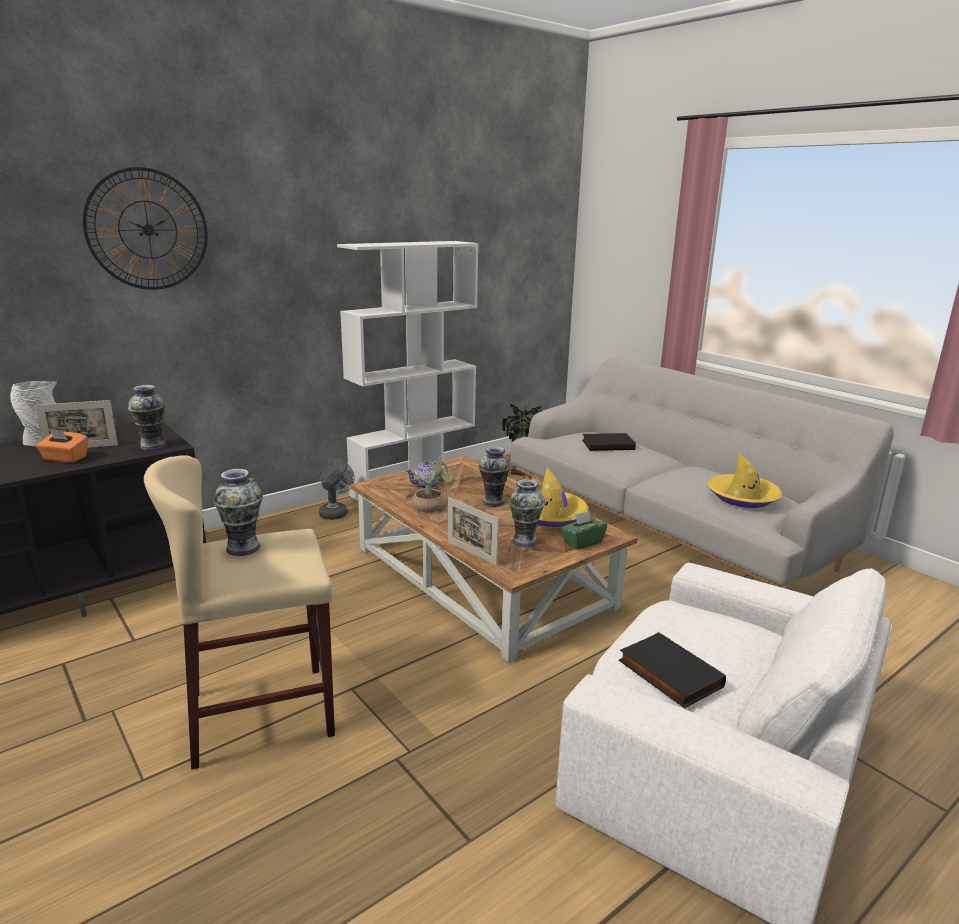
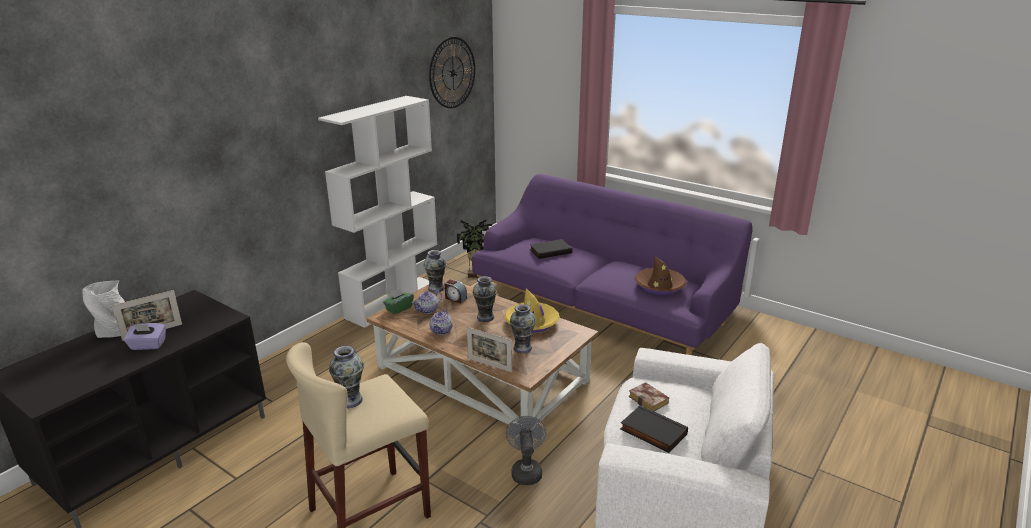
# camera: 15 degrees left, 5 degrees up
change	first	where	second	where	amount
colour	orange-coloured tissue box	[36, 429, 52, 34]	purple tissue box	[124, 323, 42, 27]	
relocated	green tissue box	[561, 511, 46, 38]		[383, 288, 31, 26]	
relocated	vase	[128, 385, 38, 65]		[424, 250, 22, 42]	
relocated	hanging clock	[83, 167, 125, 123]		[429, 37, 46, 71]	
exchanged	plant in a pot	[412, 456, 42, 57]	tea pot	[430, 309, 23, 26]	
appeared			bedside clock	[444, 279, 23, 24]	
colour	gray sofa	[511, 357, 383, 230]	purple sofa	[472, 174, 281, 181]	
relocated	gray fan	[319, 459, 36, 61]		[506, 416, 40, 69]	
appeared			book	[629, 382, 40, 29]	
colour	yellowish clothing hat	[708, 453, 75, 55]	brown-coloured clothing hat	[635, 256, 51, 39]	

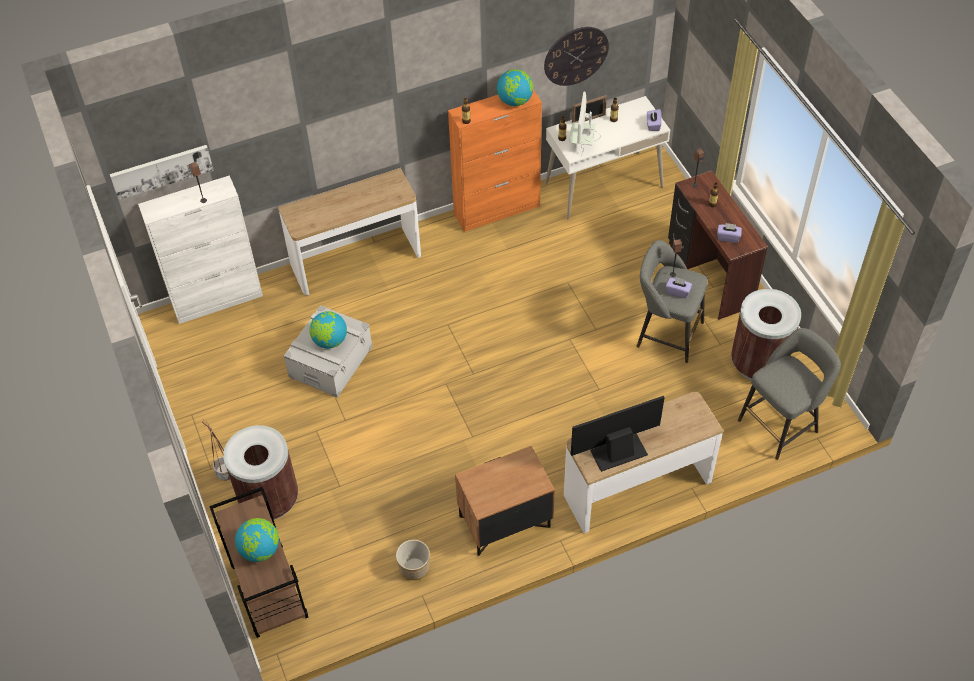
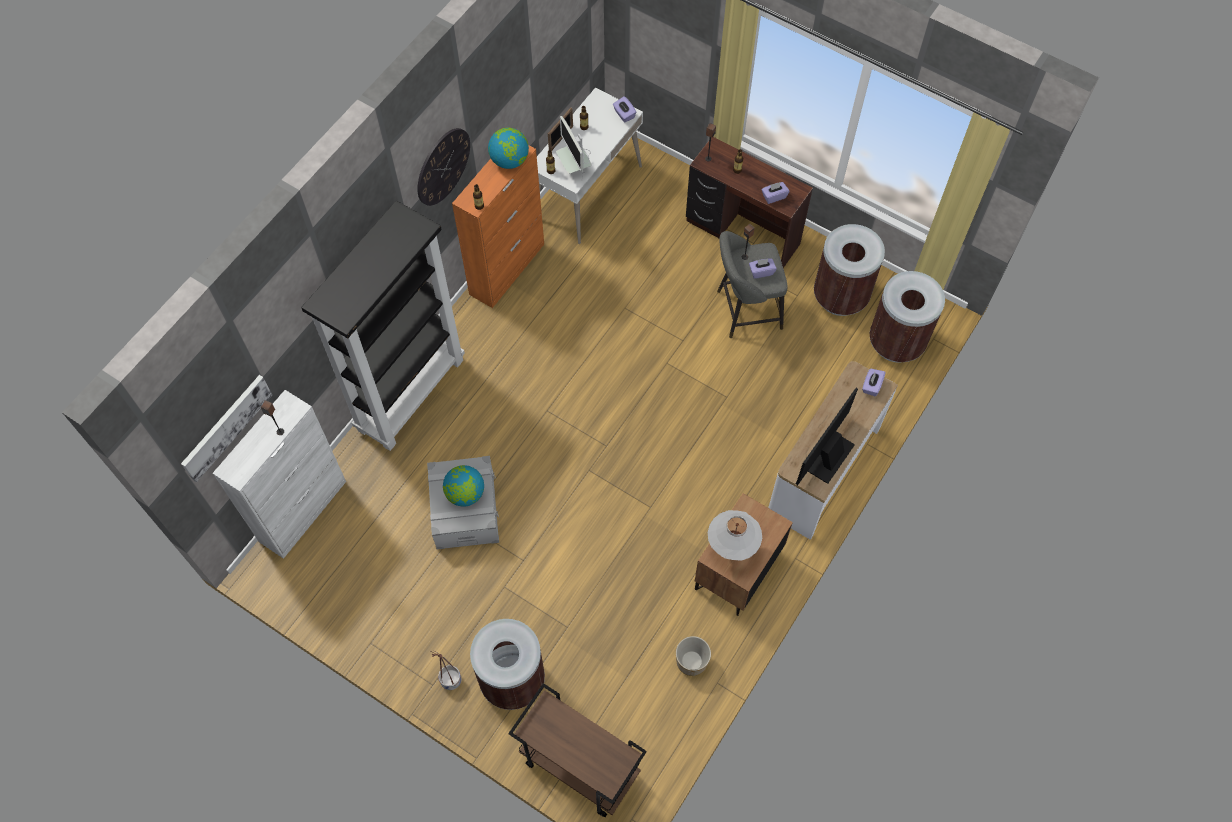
# camera: 35 degrees left, 10 degrees up
change	first	where	second	where	amount
exchanged	narrow table	[278, 168, 143, 127]	black-coloured bookshelf	[301, 200, 164, 251]	
relocated	hanging clock	[544, 27, 65, 59]		[417, 128, 53, 78]	
appeared			white table lamp	[708, 510, 54, 51]	
appeared			purple tissue box	[862, 368, 24, 28]	
exchanged	gray stool	[738, 328, 103, 132]	brown-coloured trash can	[870, 271, 75, 92]	
missing	world globe	[235, 518, 44, 44]			

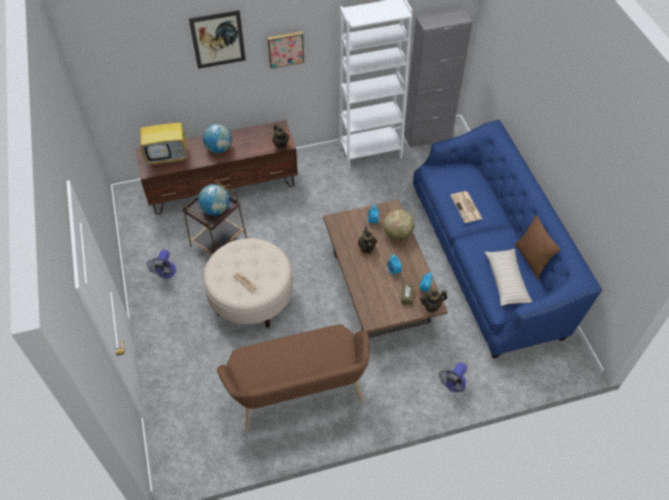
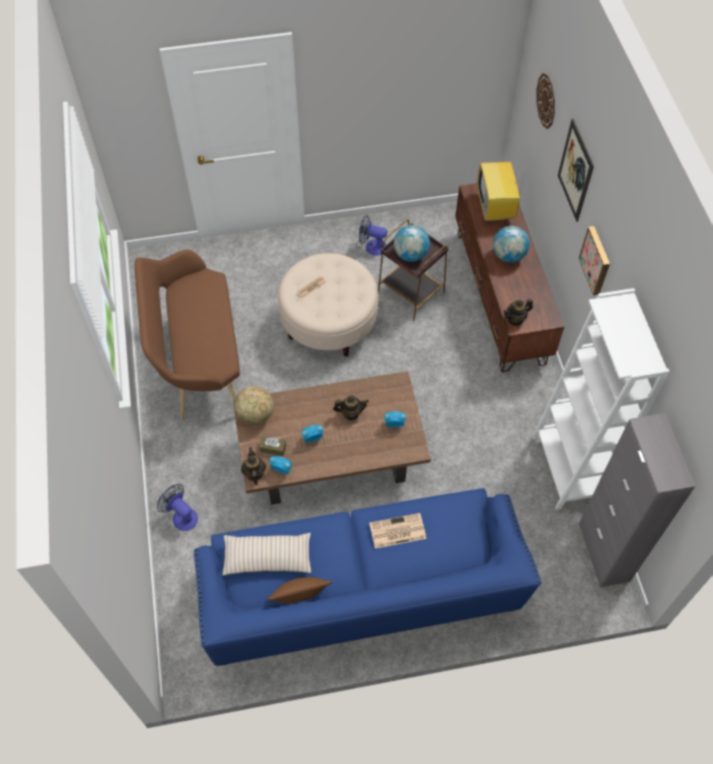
# camera: 95 degrees right, 5 degrees up
change	first	where	second	where	amount
relocated	world globe	[383, 209, 31, 31]		[234, 386, 40, 40]	
appeared			hanging clock	[537, 73, 18, 56]	

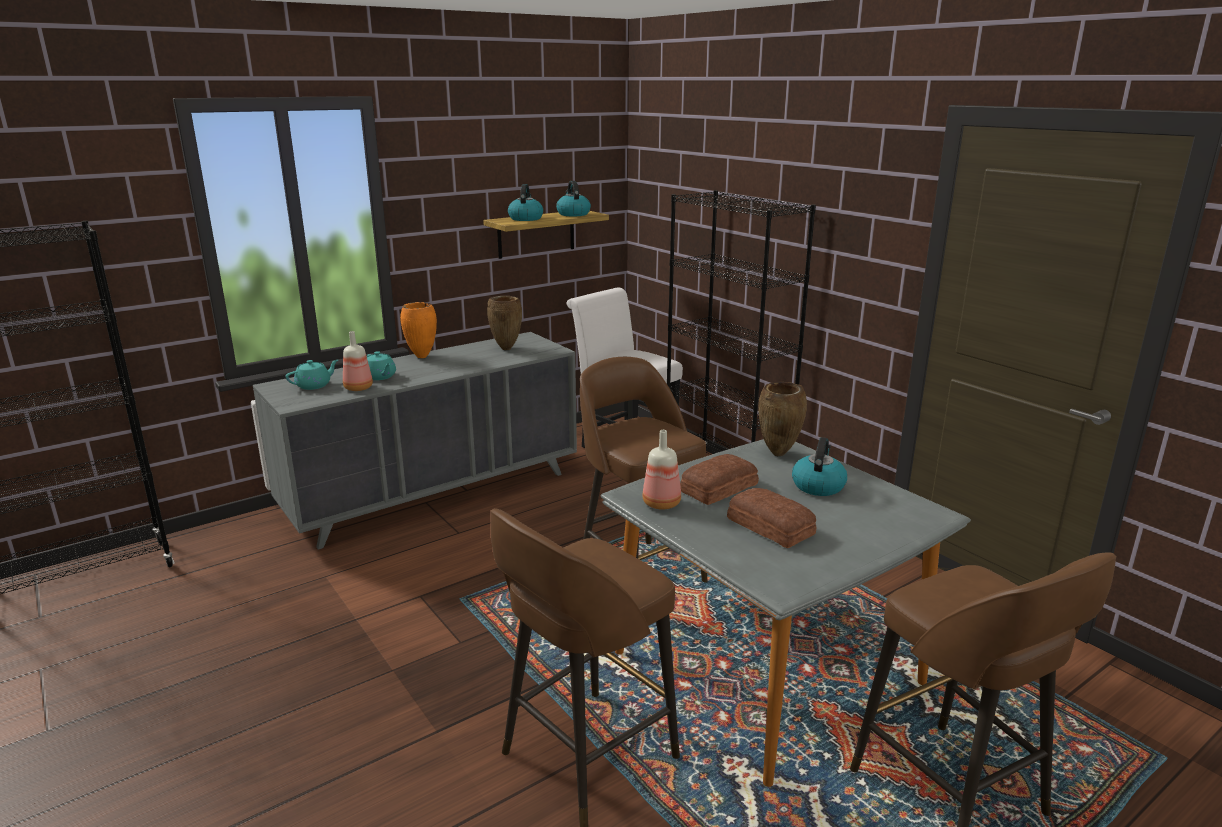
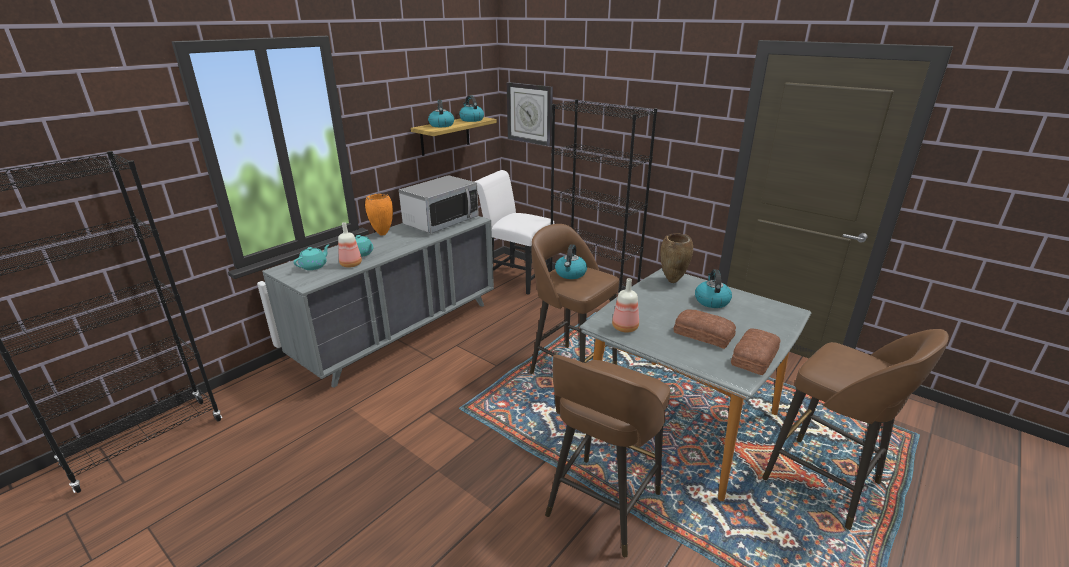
# camera: 15 degrees left, 5 degrees up
change	first	where	second	where	amount
exchanged	brown-coloured vase	[487, 296, 35, 54]	microwave	[399, 175, 80, 58]	
appeared			hanging clock	[507, 82, 46, 64]	
appeared			kettle	[555, 244, 32, 35]	
relocated	bread	[680, 454, 79, 51]		[731, 328, 50, 47]	

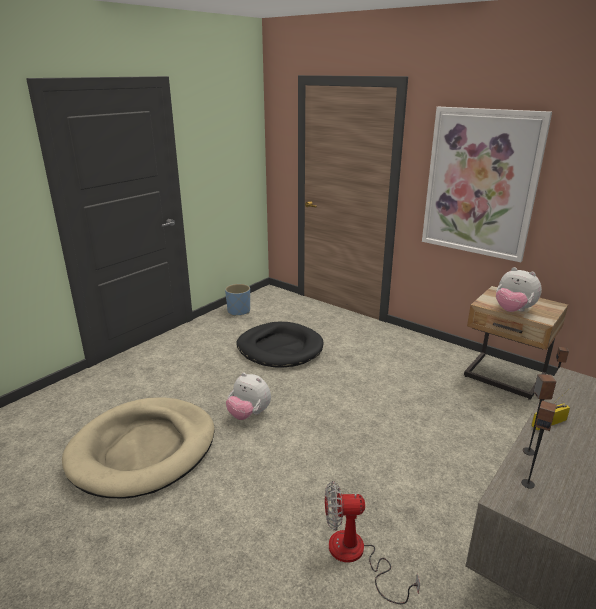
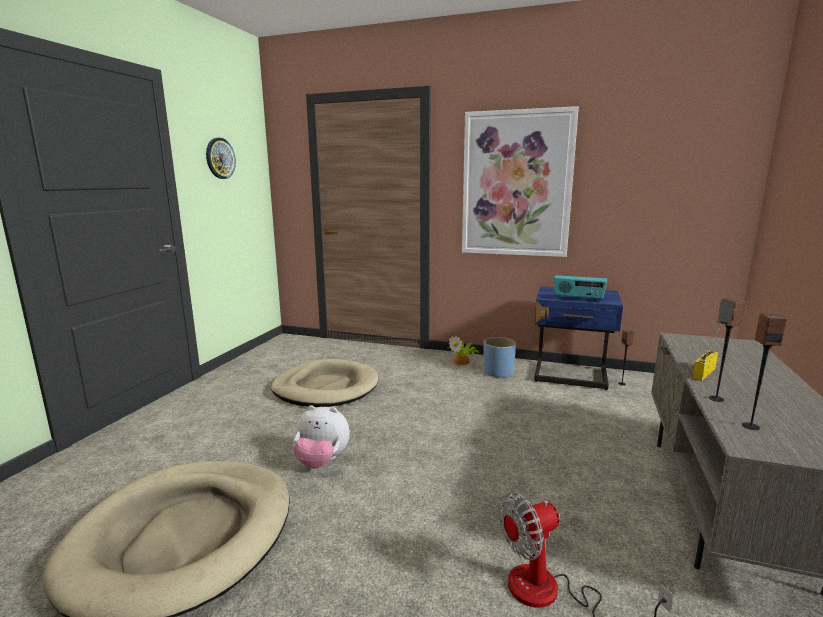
# camera: 20 degrees left, 10 degrees down
change	first	where	second	where	amount
appeared			hanging clock	[206, 138, 30, 41]	
colour	black-coloured dog cushion	[236, 322, 88, 46]	beige dog cushion	[271, 359, 107, 48]	
appeared			plant in a pot	[448, 336, 31, 29]	
relocated	blue-coloured flower pot	[225, 284, 25, 32]		[484, 337, 32, 41]	
colour	beige nightstand	[464, 286, 104, 114]	blue-coloured nightstand	[534, 286, 89, 104]	
exchanged	cuddly toy	[496, 267, 46, 45]	radio receiver	[554, 275, 53, 27]	

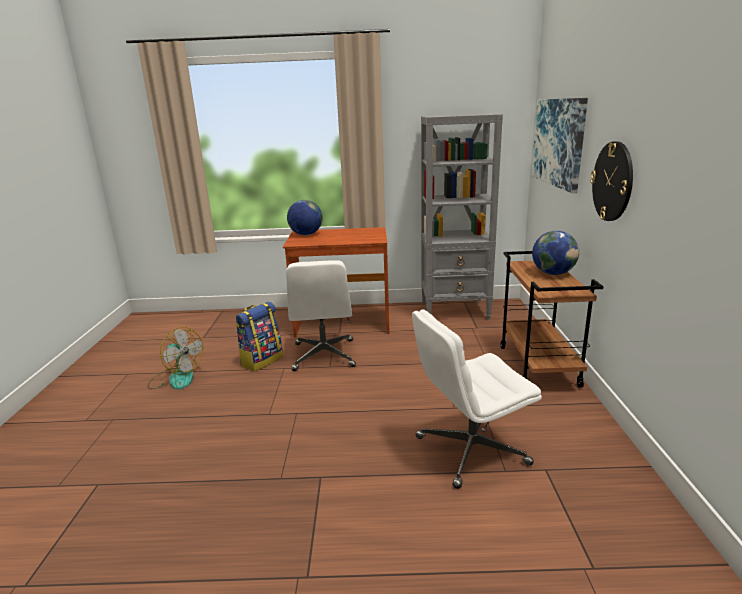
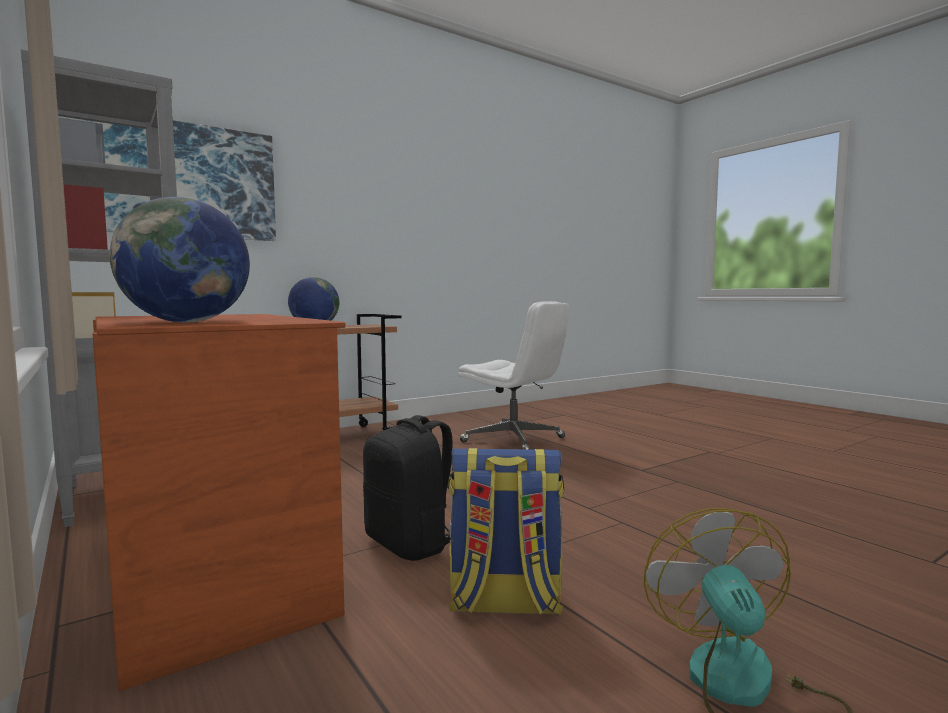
# camera: 125 degrees left, 15 degrees down
change	first	where	second	where	amount
exchanged	white computer chair	[286, 261, 70, 110]	black-coloured backpack	[363, 415, 90, 146]	
missing	hanging clock	[590, 141, 43, 80]			

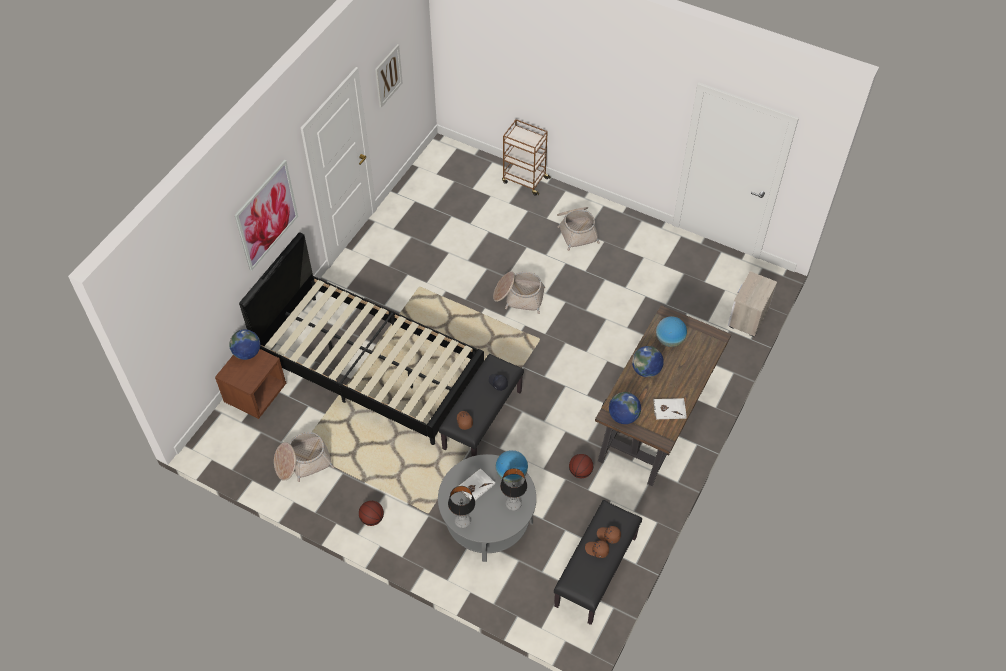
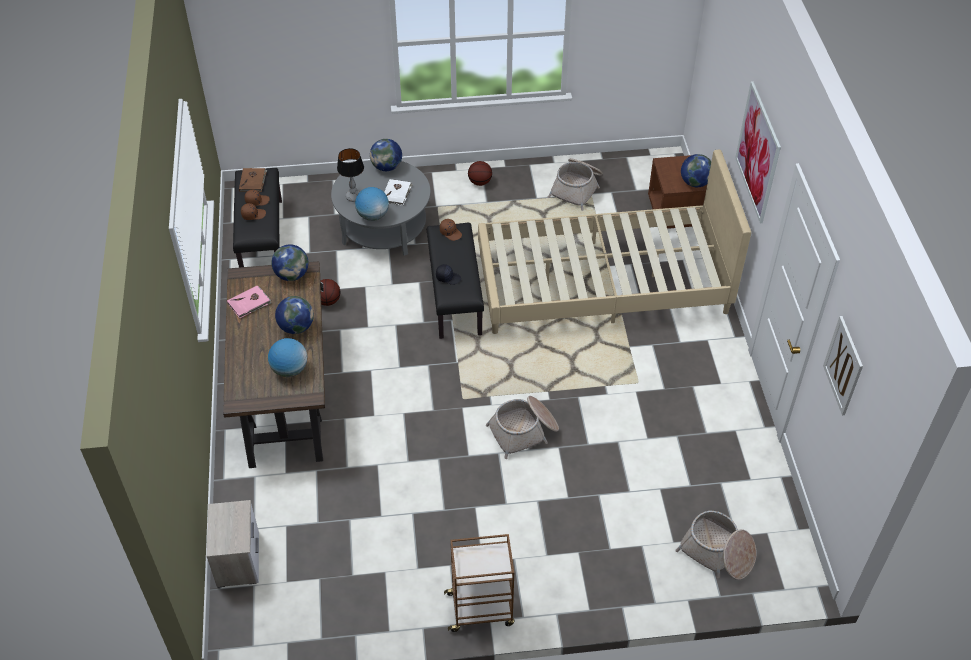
# camera: 145 degrees right, 5 degrees down
change	first	where	second	where	amount
colour	white book	[653, 398, 34, 21]	pinkish book	[227, 286, 44, 32]	
appeared			brown-coloured book	[239, 168, 28, 24]	
exchanged	table lamp	[448, 486, 27, 42]	world globe	[370, 139, 32, 32]	
relocated	brown-coloured trolley	[502, 119, 49, 77]		[444, 534, 70, 98]	
colour	black-coloured sleeping bed	[239, 232, 245, 213]	beige sleeping bed	[478, 150, 273, 184]	
relocated	basket	[557, 207, 43, 44]		[675, 511, 82, 69]	

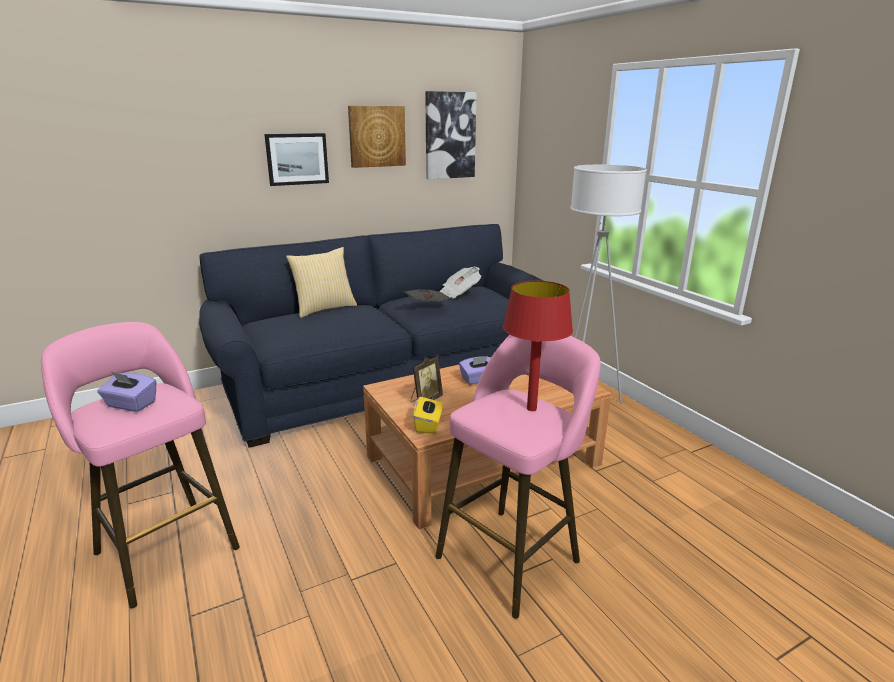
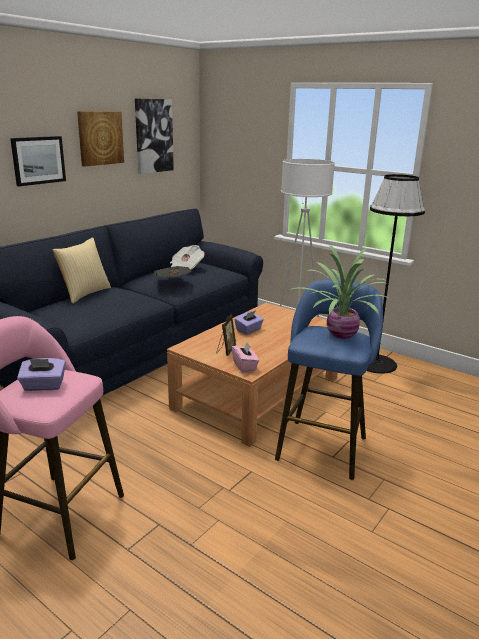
# camera: 25 degrees left, 0 degrees up
change	first	where	second	where	amount
colour	yellowish tissue box	[413, 395, 30, 39]	pinkish tissue box	[232, 342, 27, 30]	
colour	pinkish stool	[435, 335, 166, 284]	blue-coloured stool	[275, 279, 108, 201]	
exchanged	red table lamp	[503, 281, 70, 130]	plant in a pot	[290, 245, 99, 94]	
appeared			black-coloured standard lamp	[366, 174, 59, 200]	

